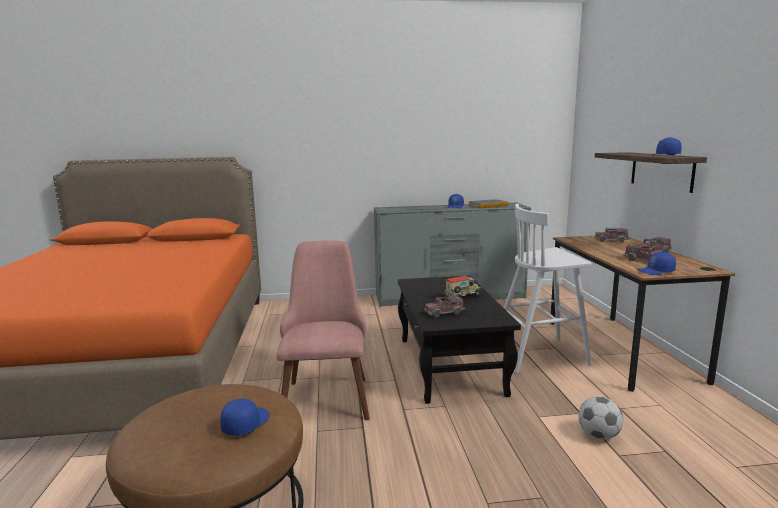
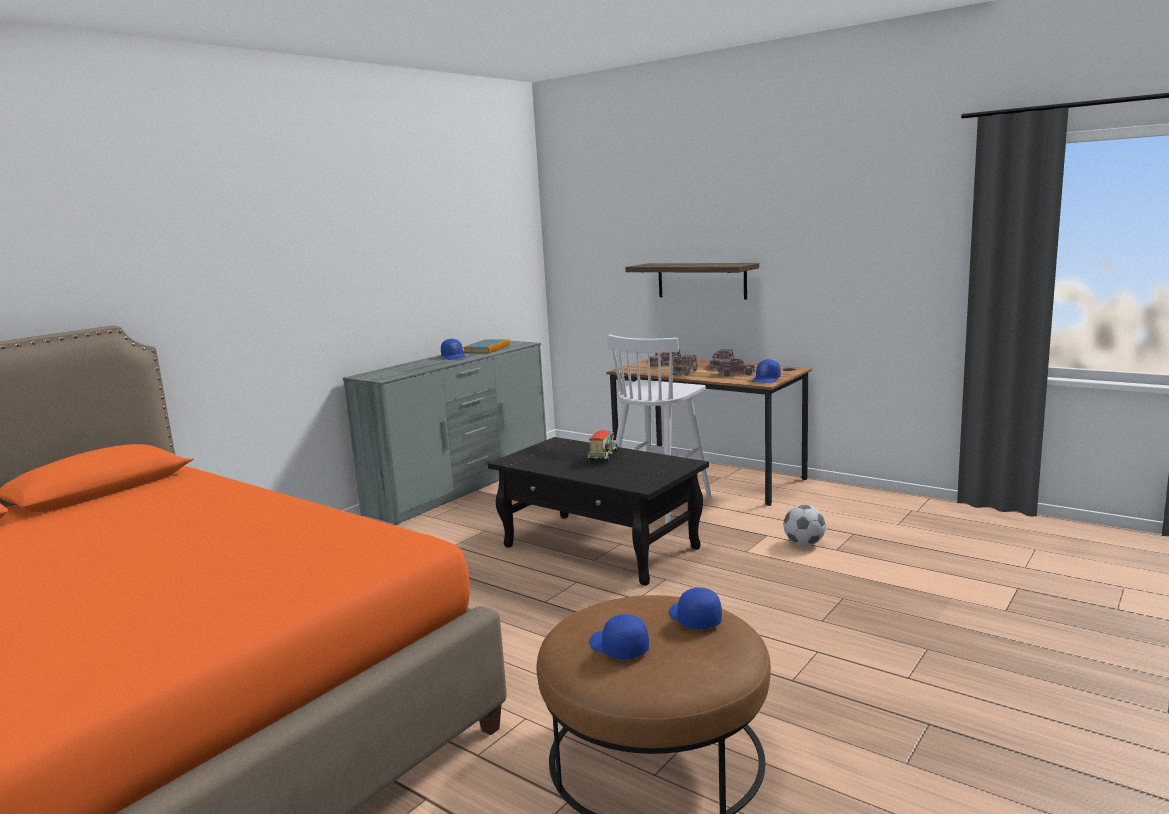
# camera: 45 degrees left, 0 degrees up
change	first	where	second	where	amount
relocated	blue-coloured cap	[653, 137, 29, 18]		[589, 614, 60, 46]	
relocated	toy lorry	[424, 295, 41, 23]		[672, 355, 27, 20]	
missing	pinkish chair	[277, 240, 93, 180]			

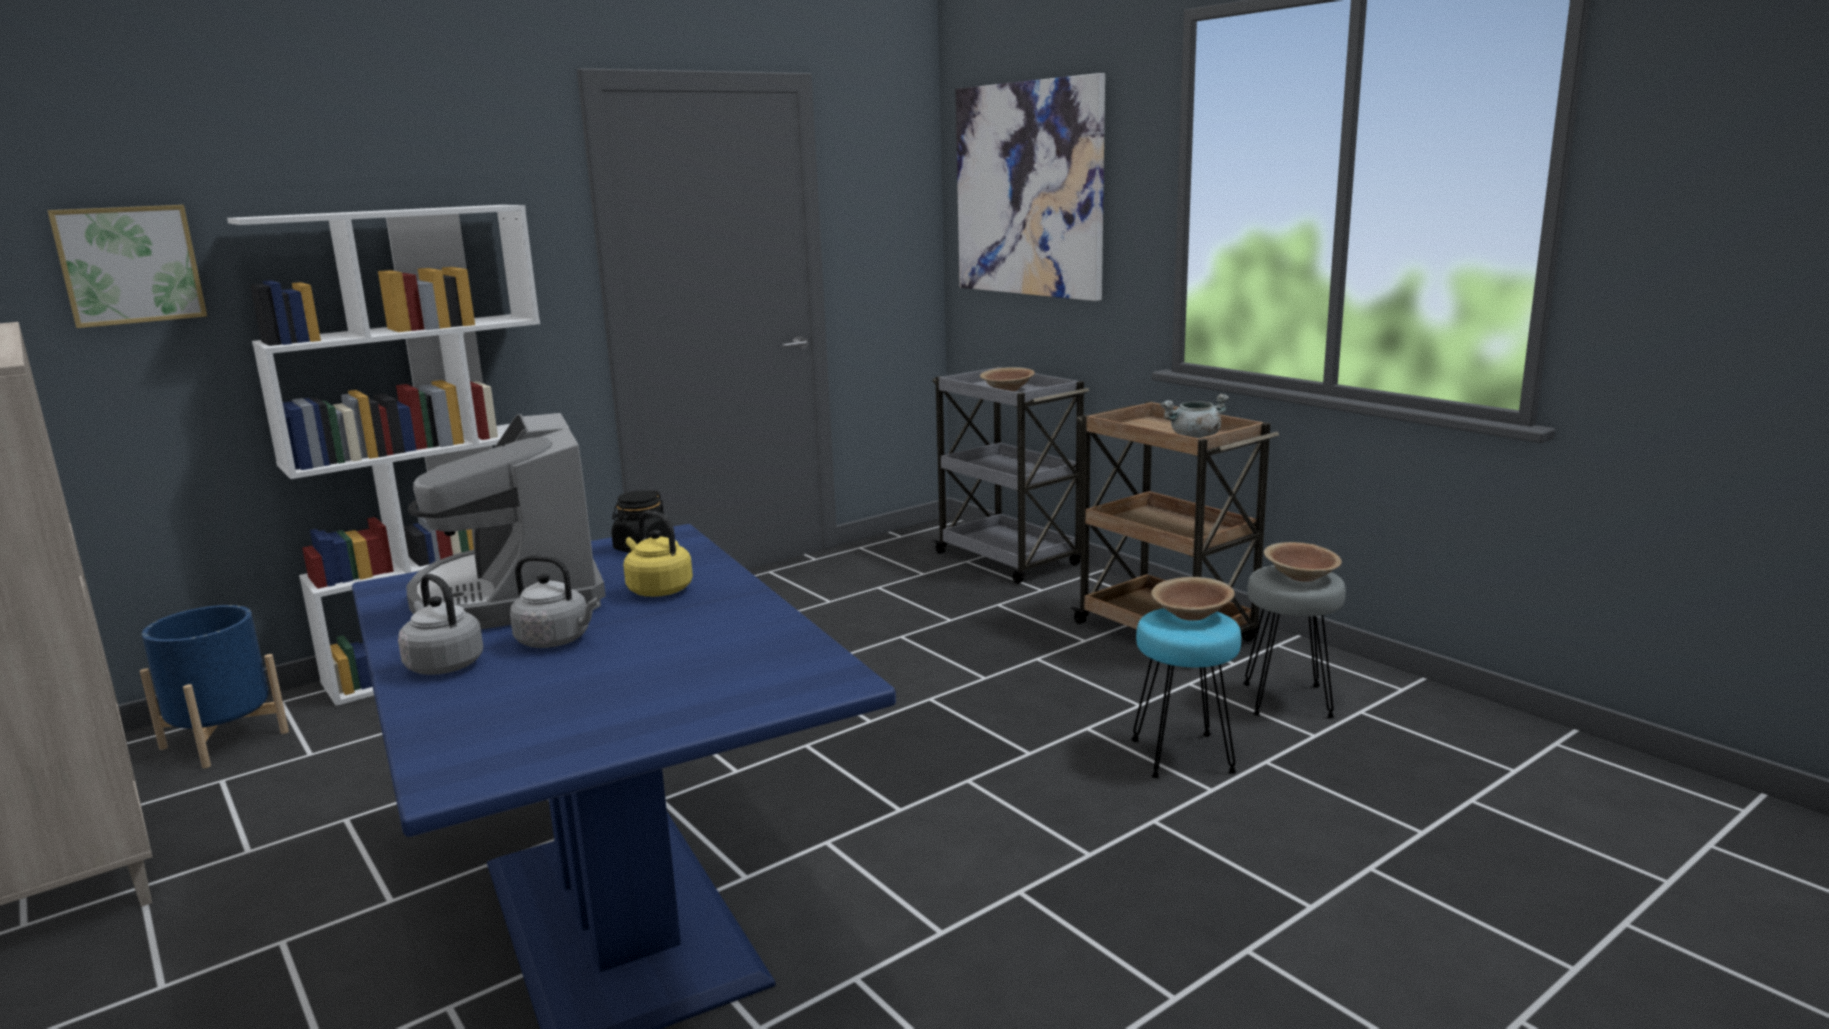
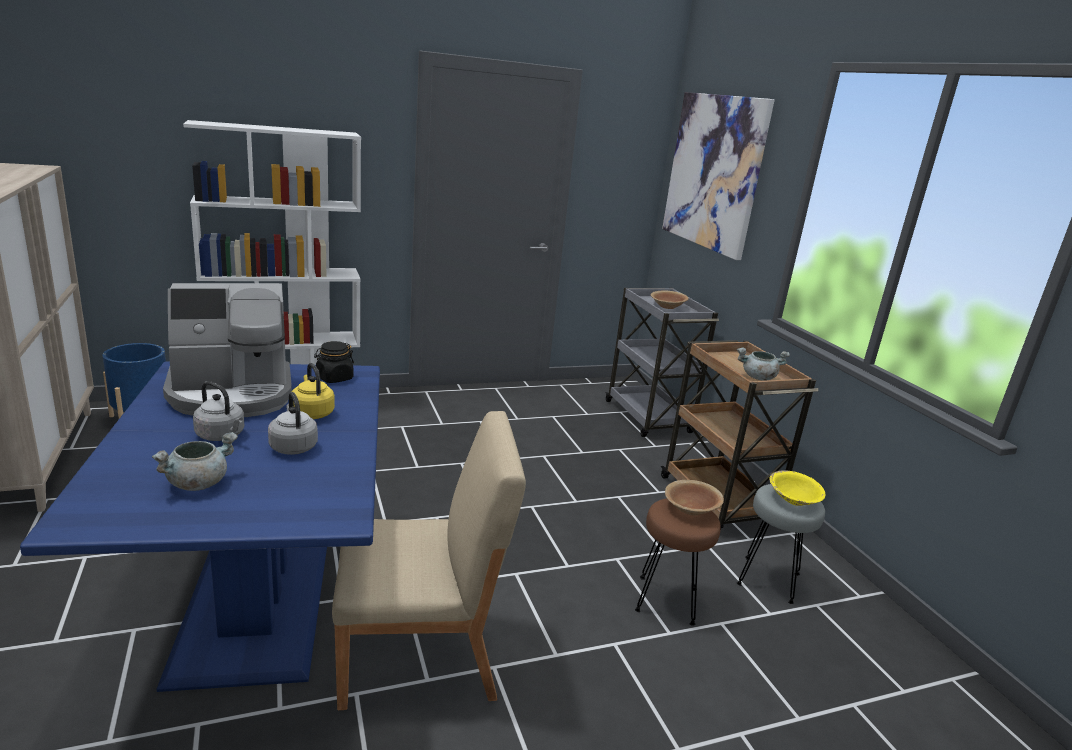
# camera: 15 degrees right, 5 degrees up
change	first	where	second	where	amount
appeared			gray stockpot	[152, 432, 86, 59]	
spun	coffee maker	[406, 413, 200, 216]		[163, 283, 129, 134]	105 degrees counterclockwise
relocated	gray kettle	[398, 574, 85, 101]		[268, 392, 50, 63]	
appeared			beige chair	[332, 411, 194, 299]	
colour	blue-green stool	[1131, 608, 110, 170]	brown-coloured stool	[635, 498, 86, 128]	
colour	brown-coloured deep dish	[1264, 542, 78, 40]	yellowish deep dish	[769, 470, 57, 36]	
missing	wall art	[47, 205, 160, 123]			

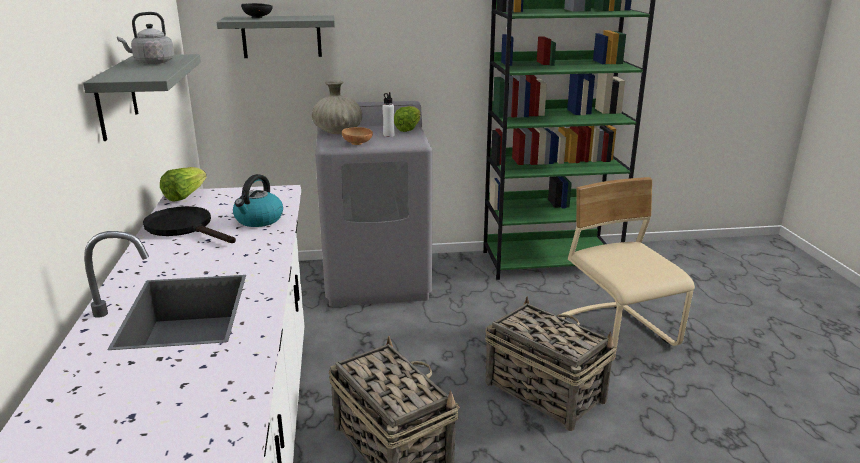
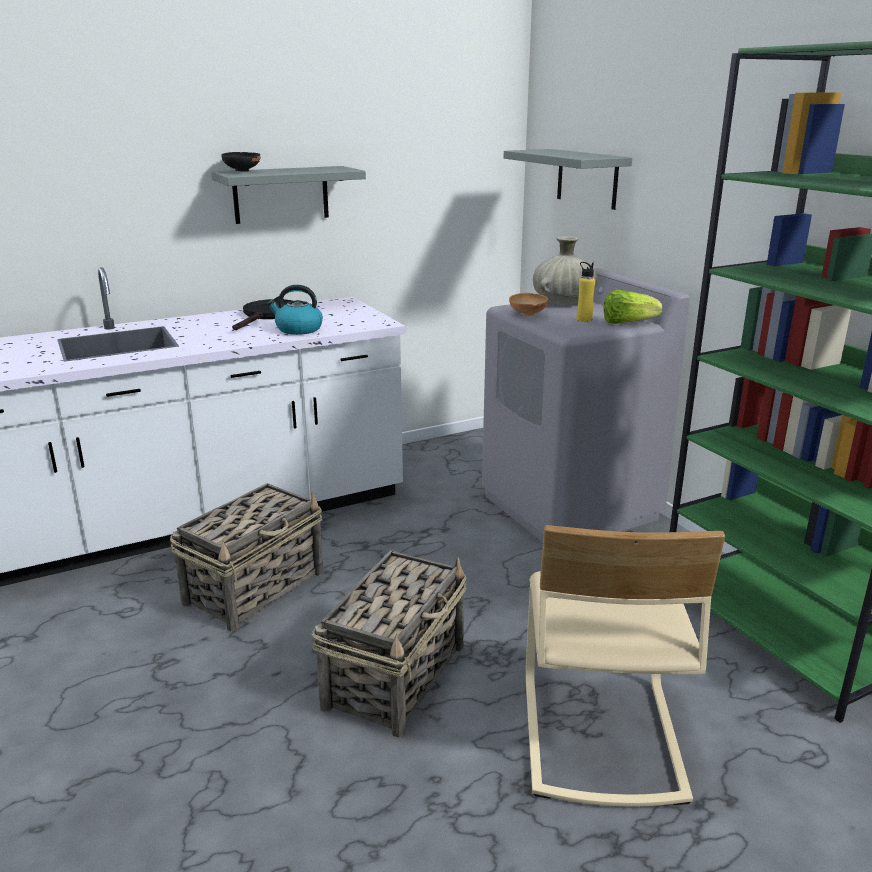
# camera: 70 degrees right, 0 degrees up
change	first	where	second	where	amount
relocated	black-coloured deep dish	[241, 3, 32, 15]		[221, 152, 40, 20]	
spun	beige chair	[561, 177, 134, 184]		[526, 525, 199, 281]	135 degrees clockwise
colour	white bottle	[382, 92, 13, 45]	yellowish bottle	[577, 262, 18, 60]	
missing	gray kettle	[117, 12, 57, 52]			
missing	lettuce	[160, 167, 47, 34]			

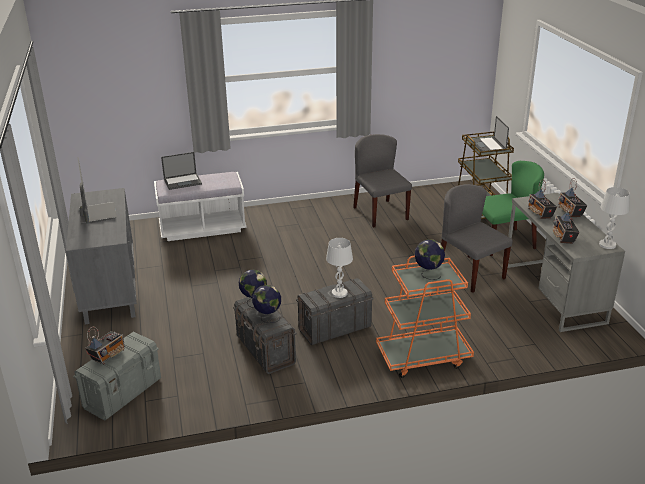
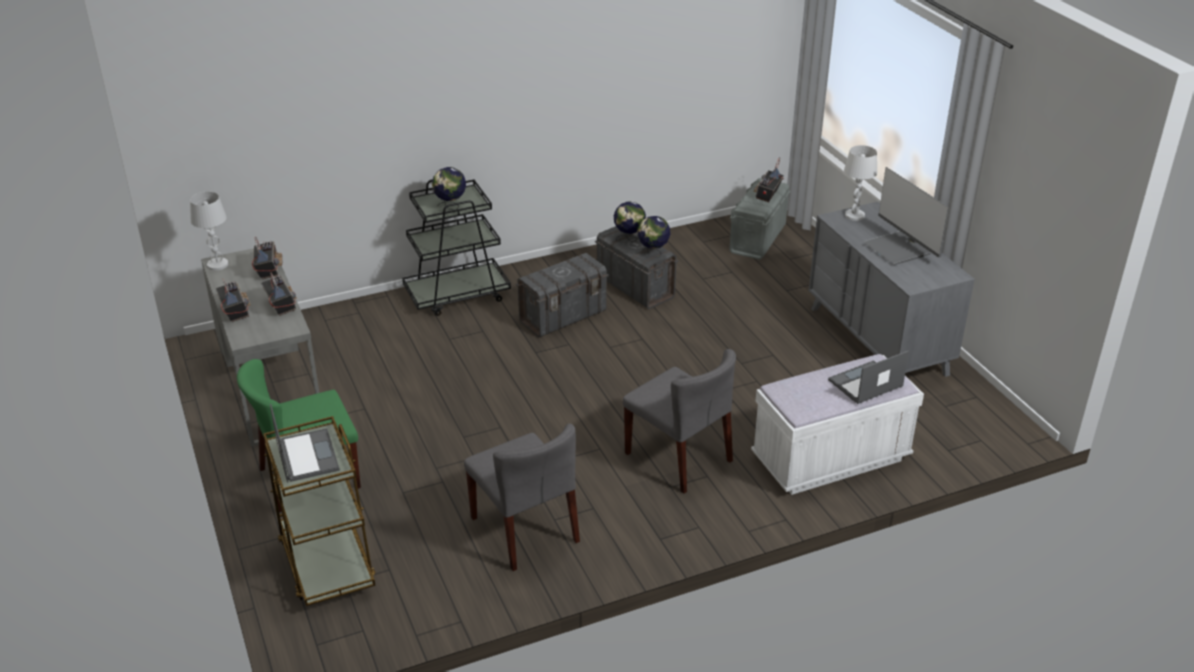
# camera: 170 degrees right, 5 degrees up
change	first	where	second	where	amount
colour	orange-coloured trolley	[376, 255, 98, 123]	black-coloured trolley	[402, 179, 109, 137]	
relocated	gray chair	[441, 184, 72, 109]		[623, 349, 113, 145]	
relocated	white table lamp	[326, 238, 27, 60]		[844, 145, 33, 76]	

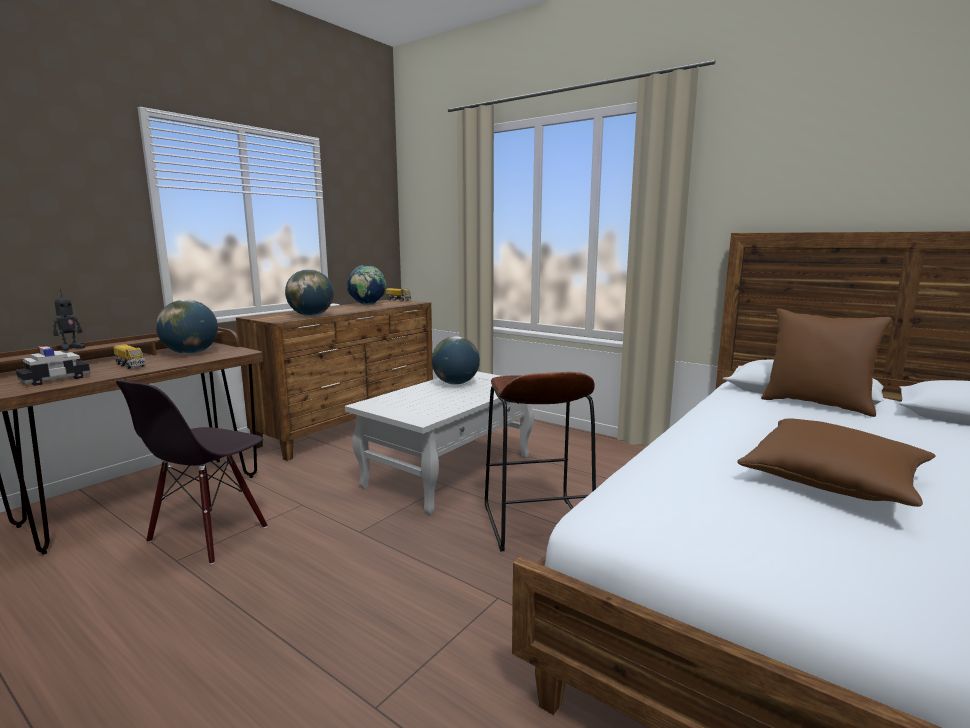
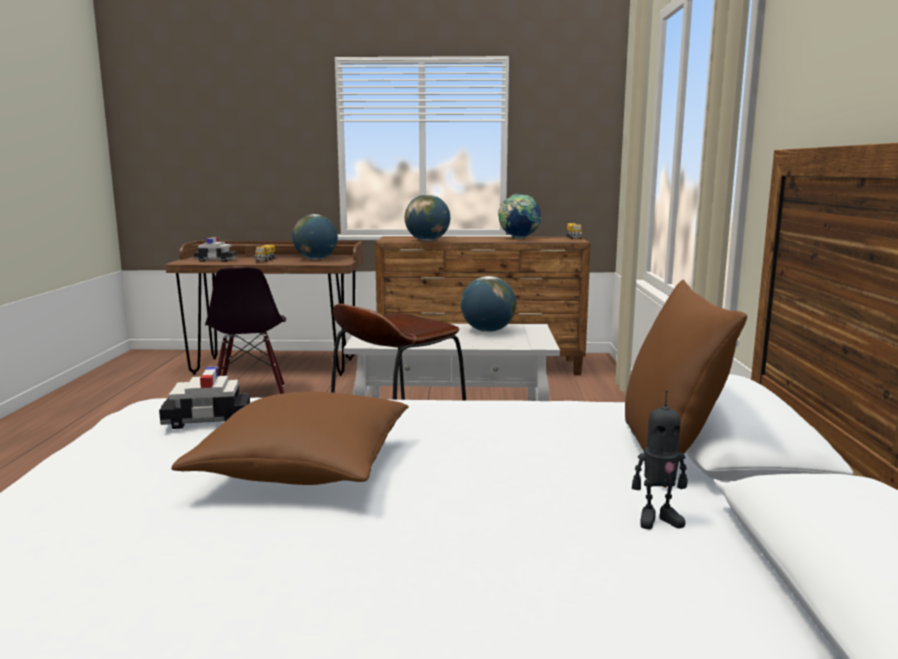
# camera: 55 degrees right, 0 degrees up
change	first	where	second	where	amount
appeared			model car	[159, 367, 91, 62]	
spun	black-coloured chair	[116, 380, 152, 185]		[205, 267, 81, 127]	90 degrees counterclockwise
relocated	toy robot	[53, 289, 32, 62]		[632, 390, 56, 139]	

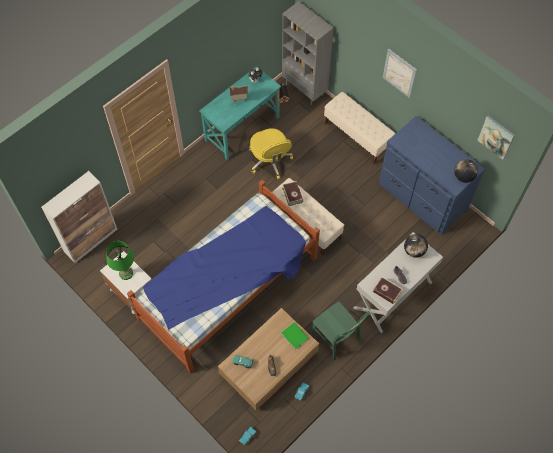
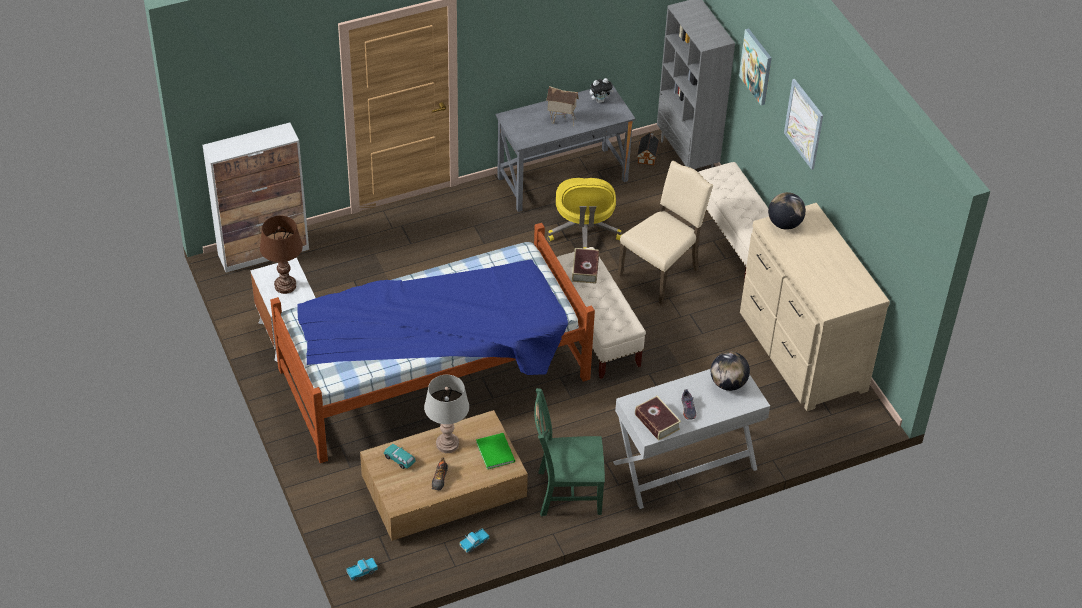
# camera: 20 degrees right, 15 degrees down
change	first	where	second	where	amount
colour	green table lamp	[106, 241, 28, 39]	brown-coloured table lamp	[260, 216, 43, 78]	
appeared			gray table lamp	[424, 375, 45, 78]	
colour	blue-green desk table	[199, 66, 82, 94]	gray desk table	[496, 86, 140, 126]	
spun	green chair	[312, 301, 59, 59]		[534, 388, 71, 128]	105 degrees clockwise
appeared			beige chair	[618, 161, 95, 144]	
relocated	wall art	[477, 116, 38, 44]		[739, 28, 33, 77]	
colour	blue-coloured dresser	[379, 116, 106, 119]	beige dresser	[740, 203, 150, 208]	
relocated	world globe	[454, 159, 24, 24]		[768, 192, 38, 38]	

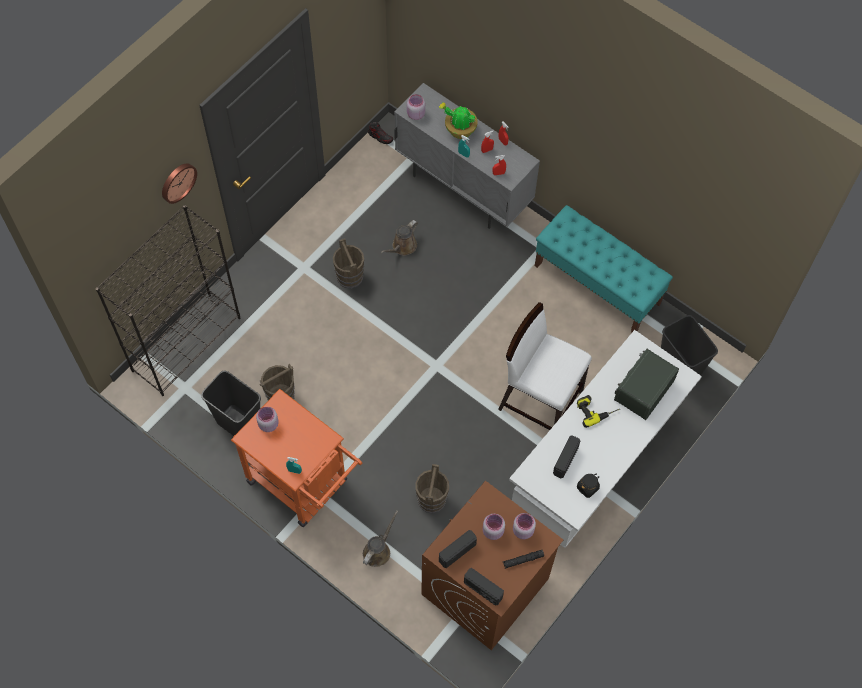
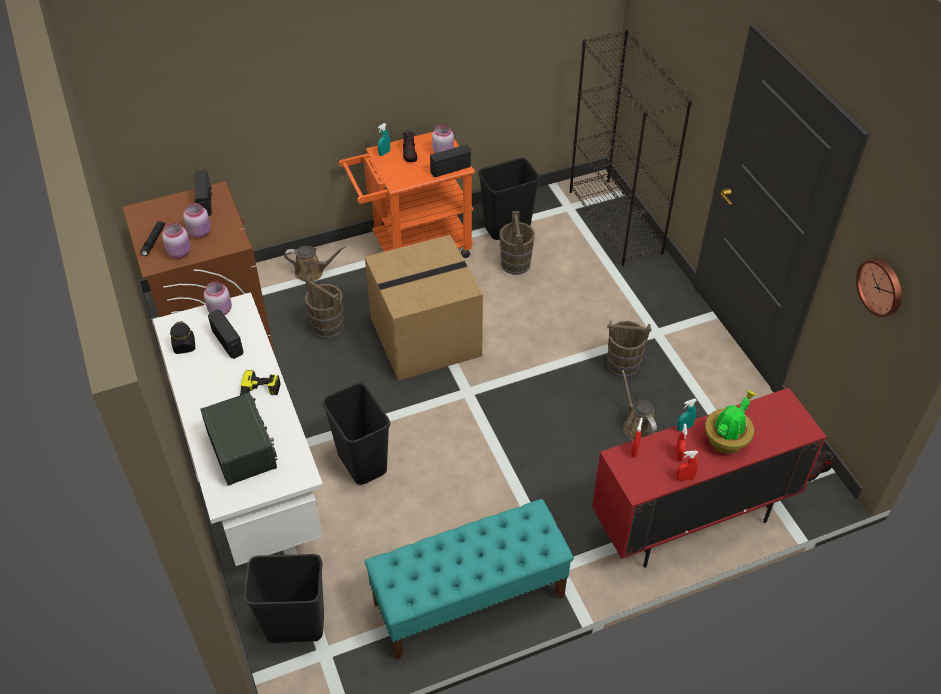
# camera: 120 degrees right, 15 degrees down
change	first	where	second	where	amount
relocated	pinkish preserve jar	[407, 94, 18, 26]		[204, 281, 28, 34]	
spun	brown-coloured watering can	[363, 510, 35, 57]		[284, 246, 62, 36]	60 degrees counterclockwise
exchanged	white chair	[498, 302, 94, 128]	black-coloured trash can	[322, 383, 68, 102]	
appeared			carton	[365, 235, 118, 146]	
appeared			low shoe	[403, 130, 14, 32]	
relocated	radio receiver	[464, 568, 40, 38]		[430, 144, 41, 33]	
colour	gray cabinet	[394, 83, 146, 146]	red cabinet	[592, 388, 235, 180]	
relocated	hanging clock	[162, 163, 35, 41]		[856, 258, 46, 59]	

